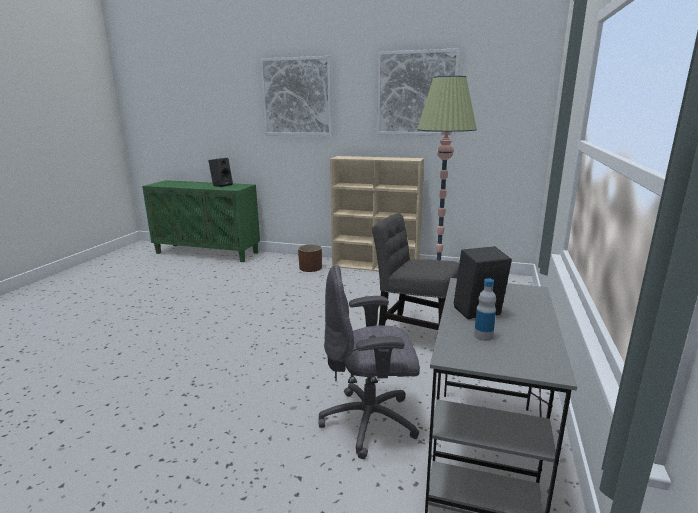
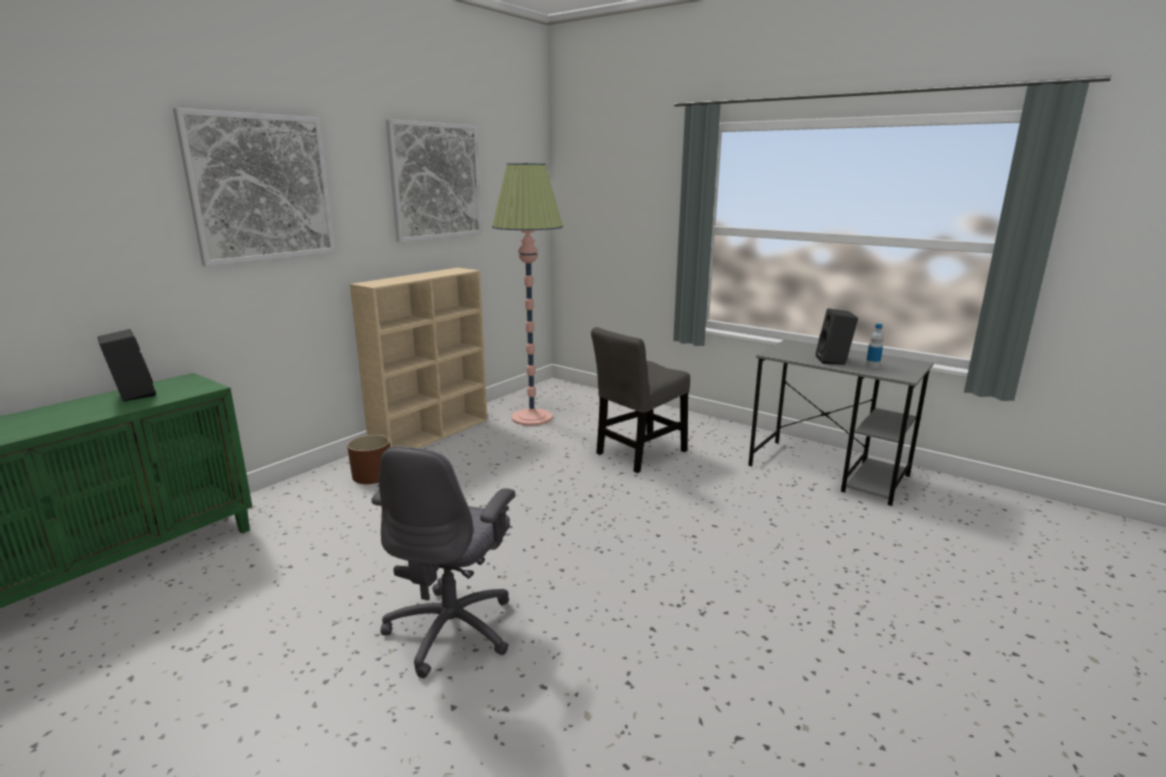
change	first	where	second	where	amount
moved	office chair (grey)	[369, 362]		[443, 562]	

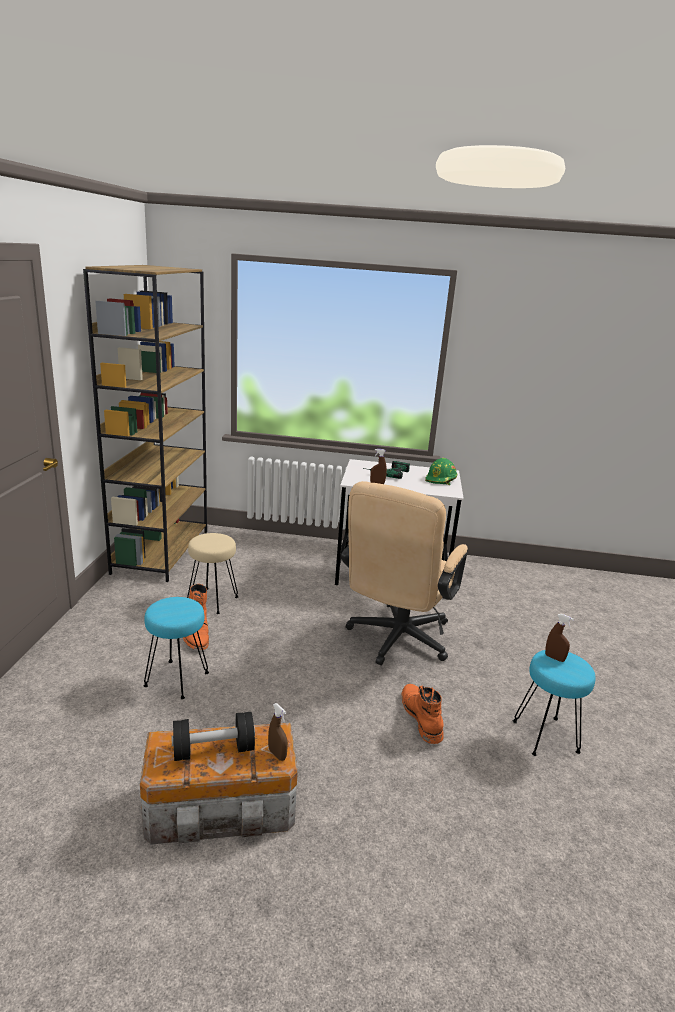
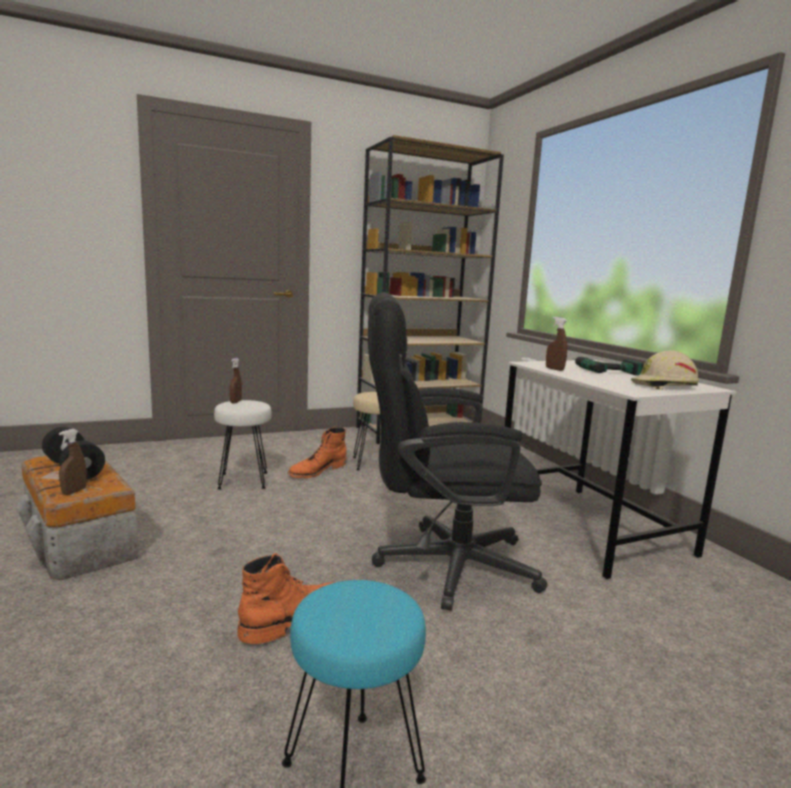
change	first	where	second	where	amount
recoloured	stool (turquoise)	[176, 648]	stool (white)	[243, 445]	
recoloured	office chair (beige)	[404, 573]	office chair (black)	[457, 451]	
recoloured	hard hat (green)	[441, 471]	hard hat (beige)	[665, 370]	
moved	spray bottle (brown)	[559, 638]		[236, 381]	

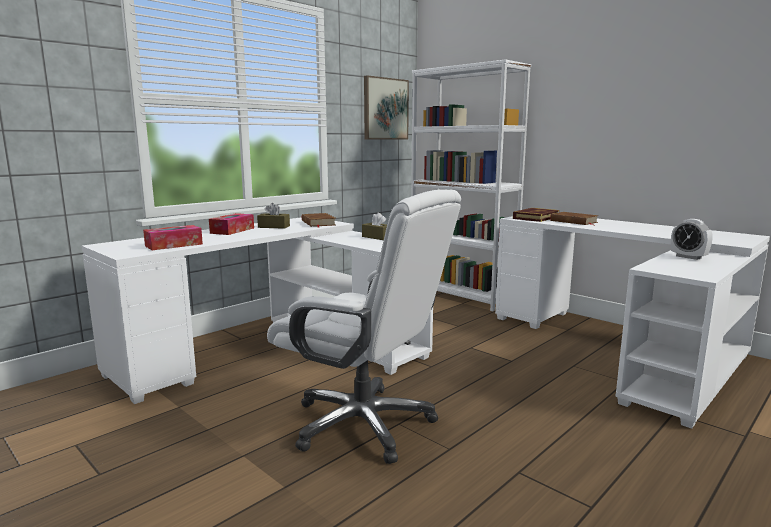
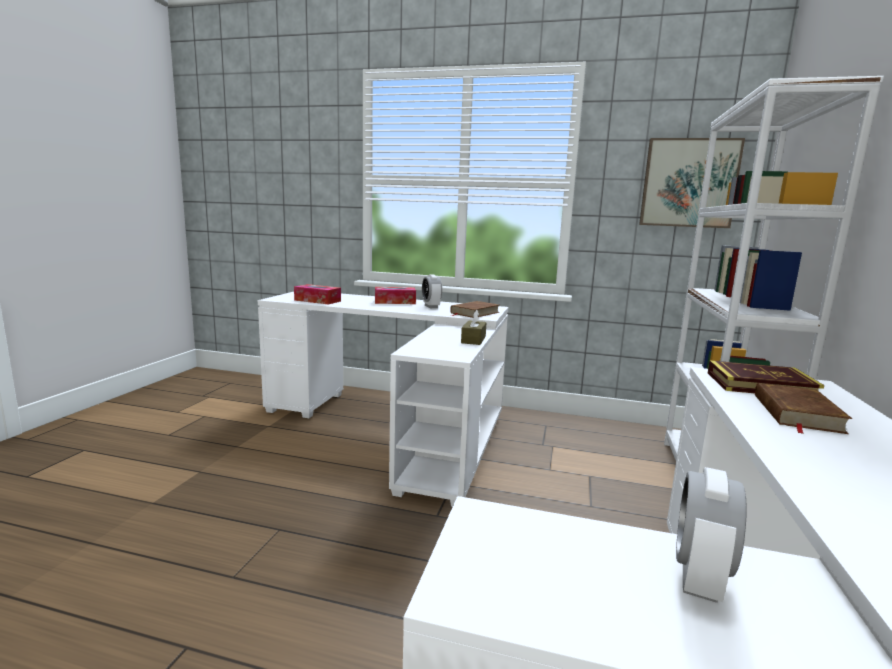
change	first	where	second	where	amount
replaced	tissue box (brown)	[273, 216]	alarm clock	[432, 291]	
removed	office chair (white)	[364, 327]			

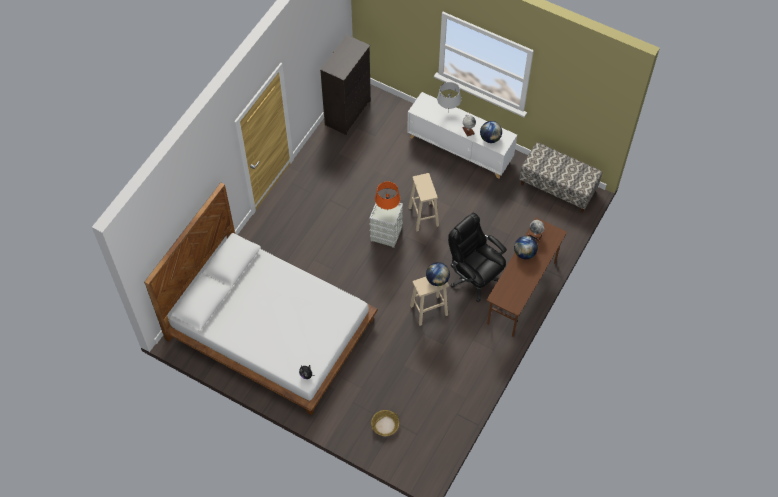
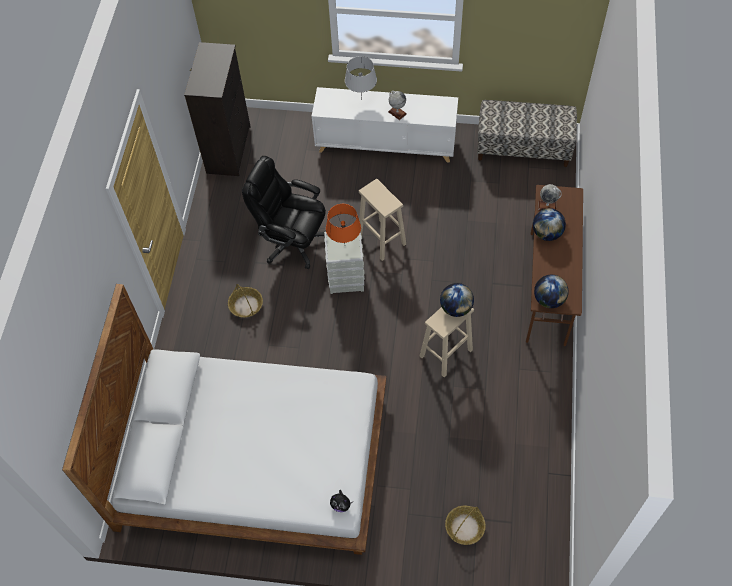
change	first	where	second	where	amount
moved	office chair (black)	[477, 257]		[284, 212]	
moved	globe	[491, 132]		[551, 291]	
added			basket	[245, 301]	

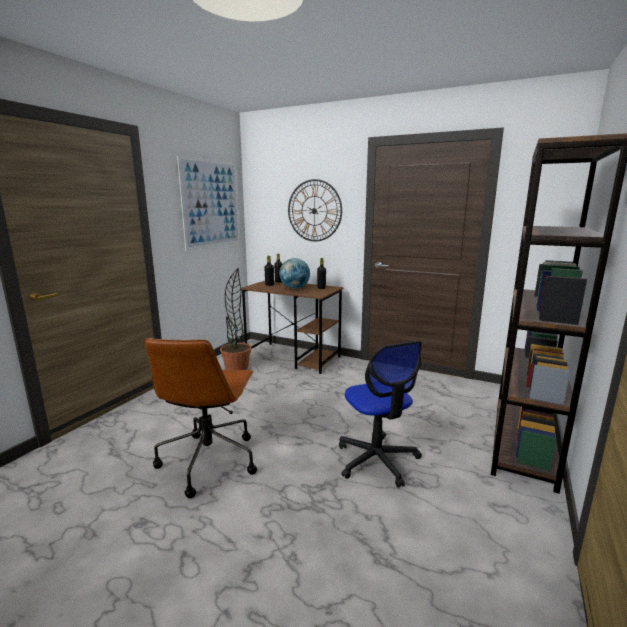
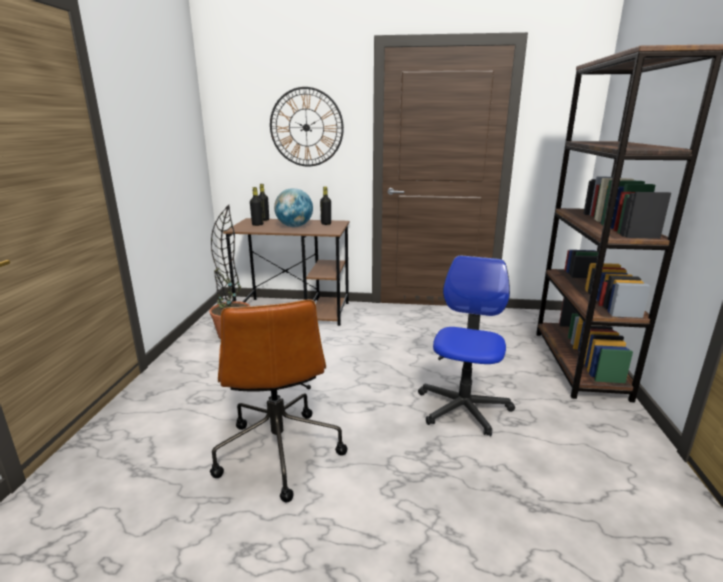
change	first	where	second	where	amount
removed	picture	[208, 203]			
turned	office chair	[380, 414]		[466, 345]	120 degrees counterclockwise

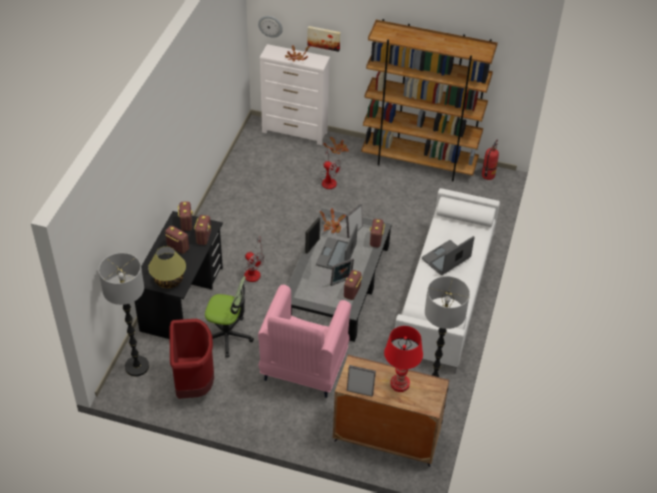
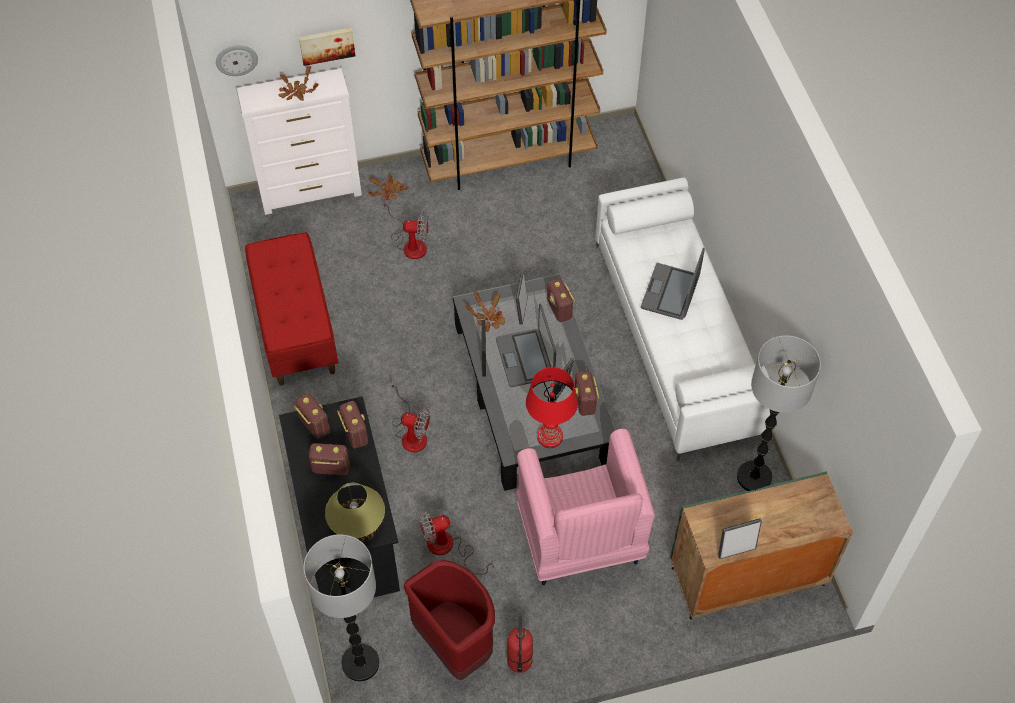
change	first	where	second	where	amount
replaced	office chair	[229, 316]	fan	[456, 543]	
recoloured	cabinet (brown)	[391, 411]	cabinet (green)	[762, 545]	
moved	table lamp (red)	[403, 359]		[552, 407]	
moved	fire extinguisher	[490, 160]		[520, 644]	
added			bench (red)	[291, 308]	

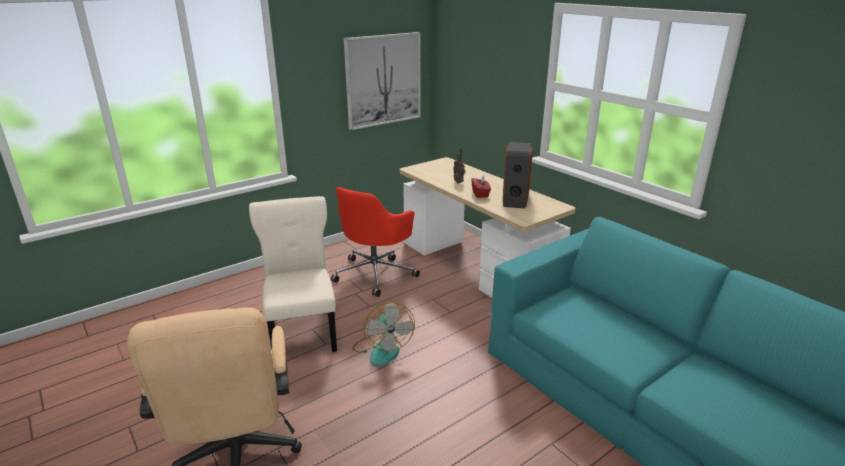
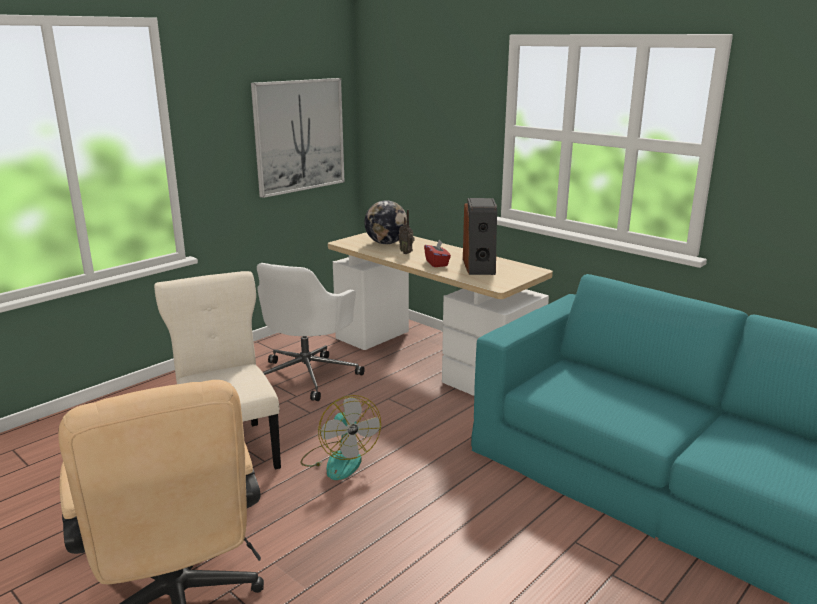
change	first	where	second	where	amount
recoloured	office chair (red)	[375, 242]	office chair (white)	[311, 332]	
added			globe	[385, 222]	

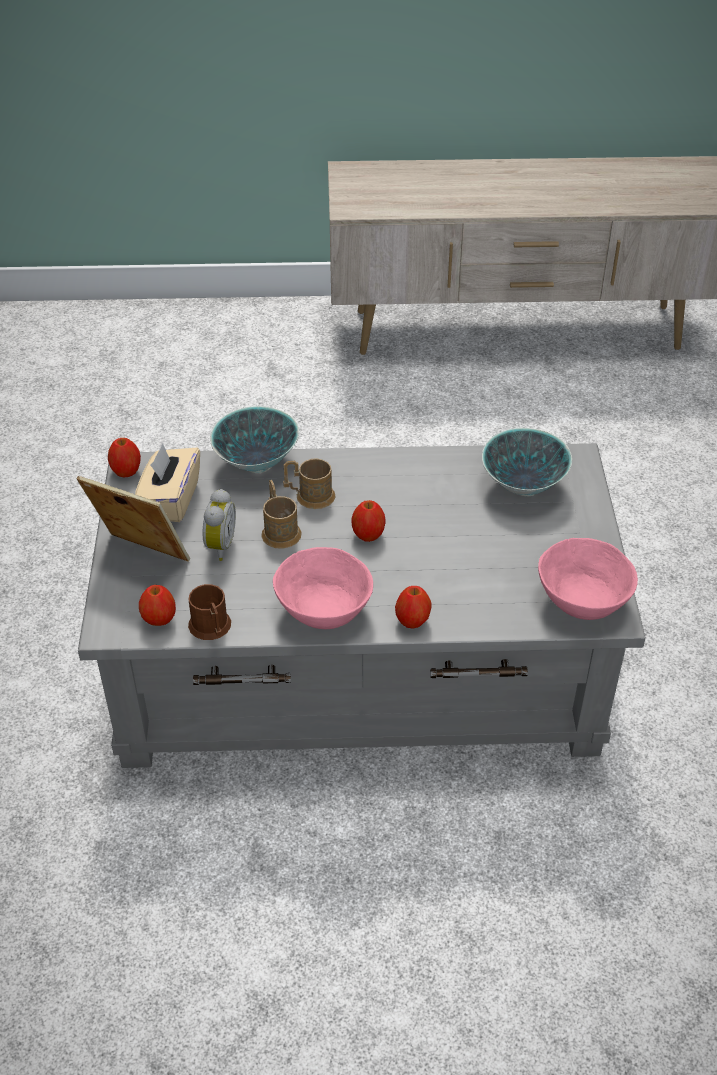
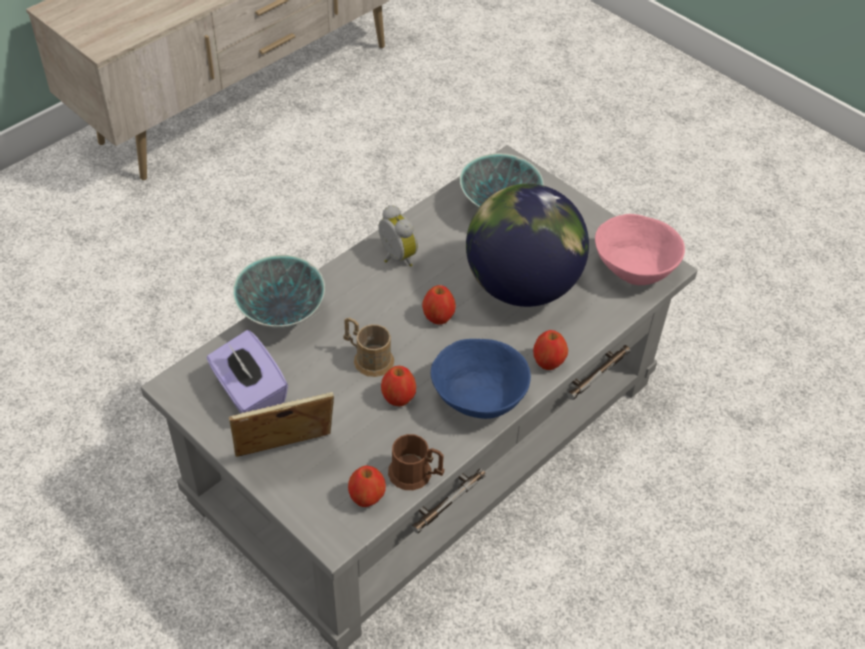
change	first	where	second	where	amount
moved	apple	[124, 457]		[398, 386]	
recoloured	tissue box (beige)	[167, 482]	tissue box (purple)	[247, 372]	
moved	alarm clock	[219, 525]		[398, 236]	
recoloured	bowl (pink)	[323, 588]	bowl (blue)	[481, 379]	
removed	mug (brown)	[309, 483]			
added			globe	[527, 245]	

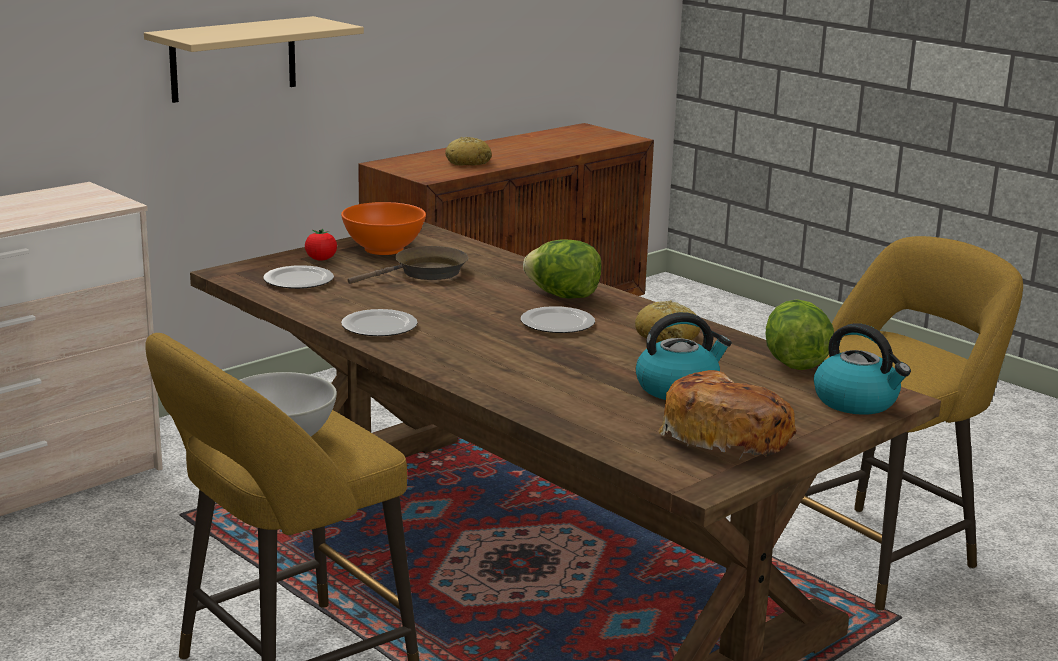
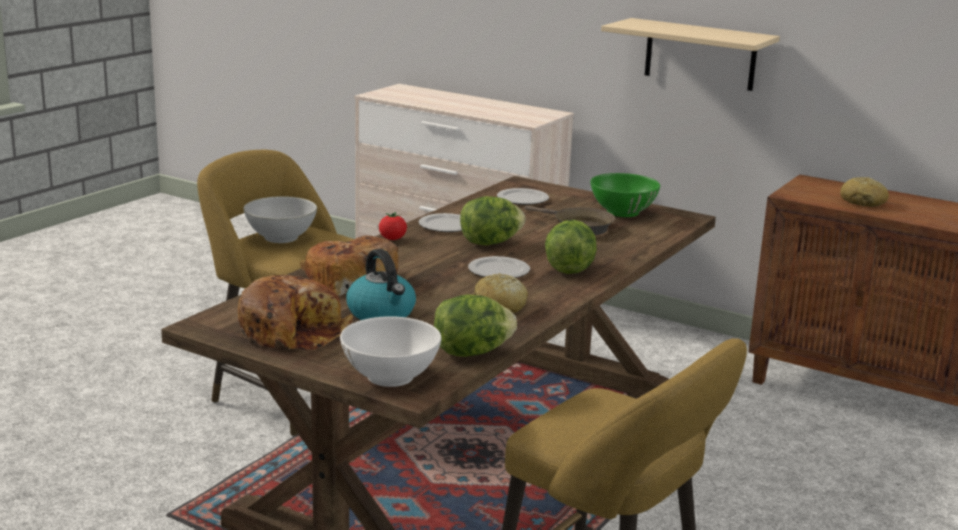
change	first	where	second	where	amount
moved	tomato	[321, 245]		[393, 226]	
recoloured	bowl (orange)	[383, 228]	bowl (green)	[625, 195]	
replaced	kettle	[862, 369]	bowl (white)	[391, 351]	
added			bread	[349, 265]	
added			lettuce	[493, 220]	

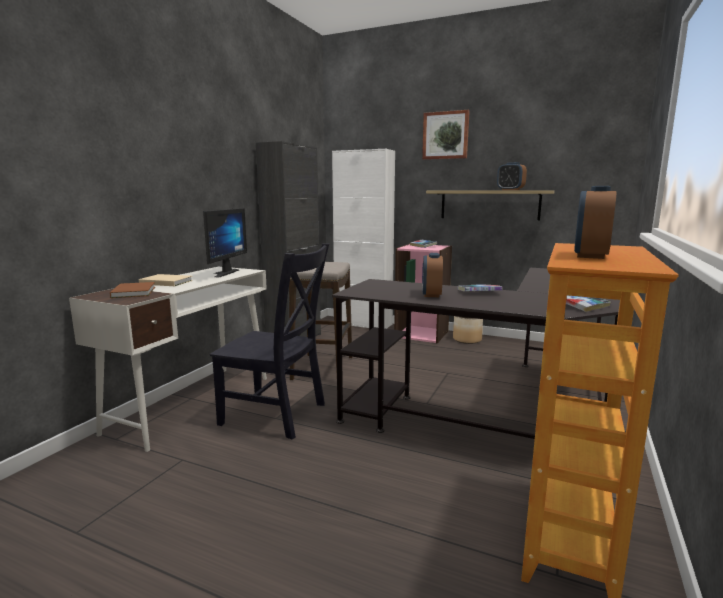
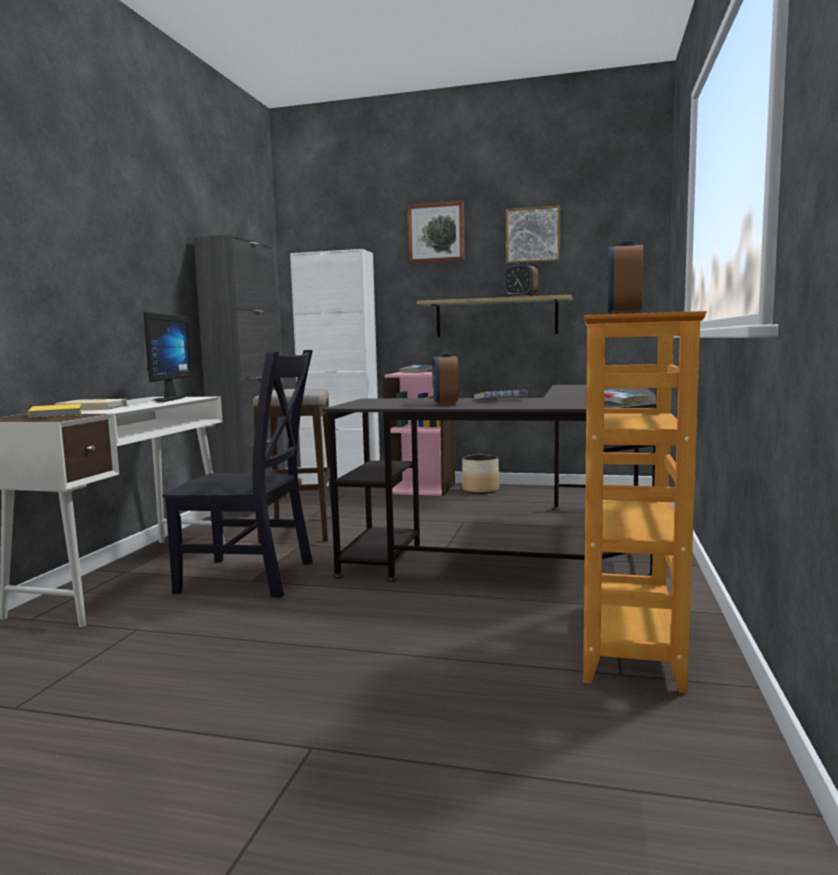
change	first	where	second	where	amount
recoloured	book (brown)	[132, 290]	book (yellow)	[55, 411]	
added			picture	[533, 234]	

